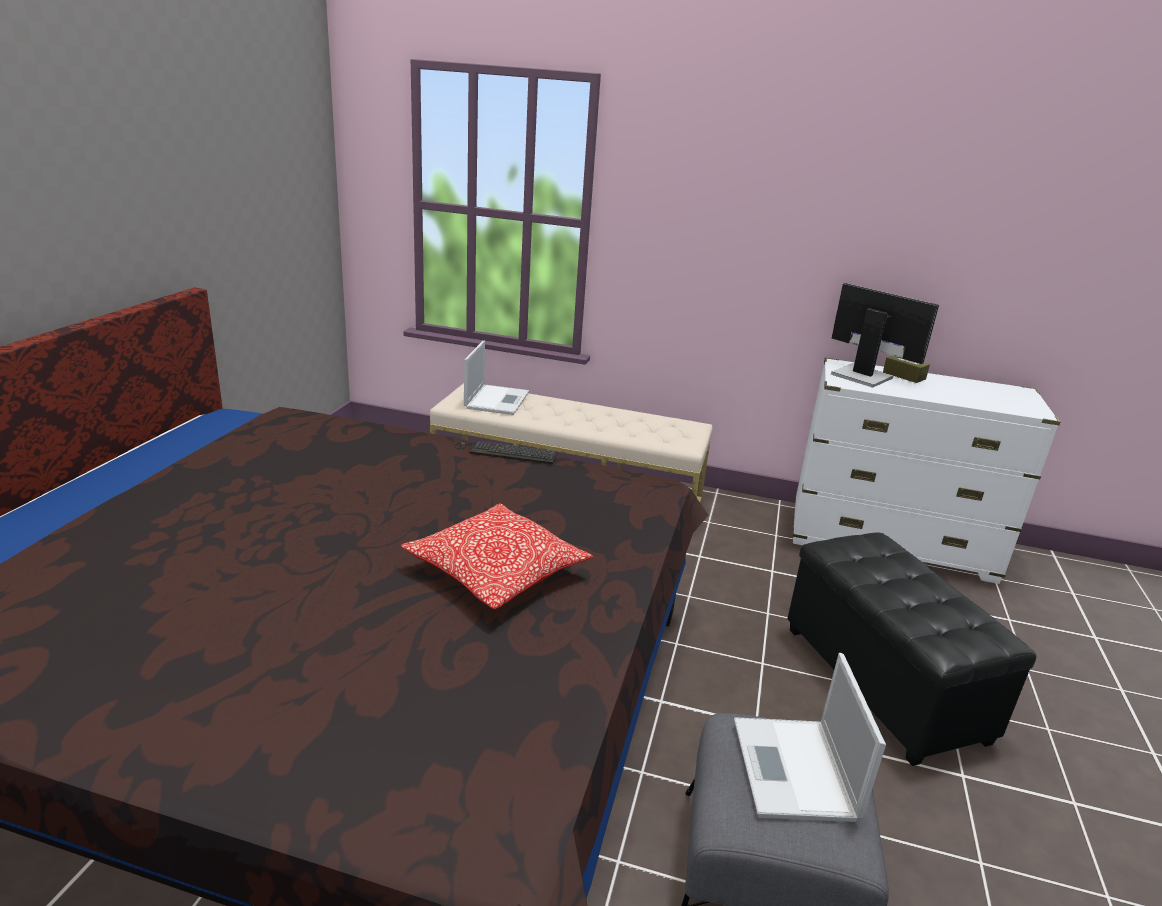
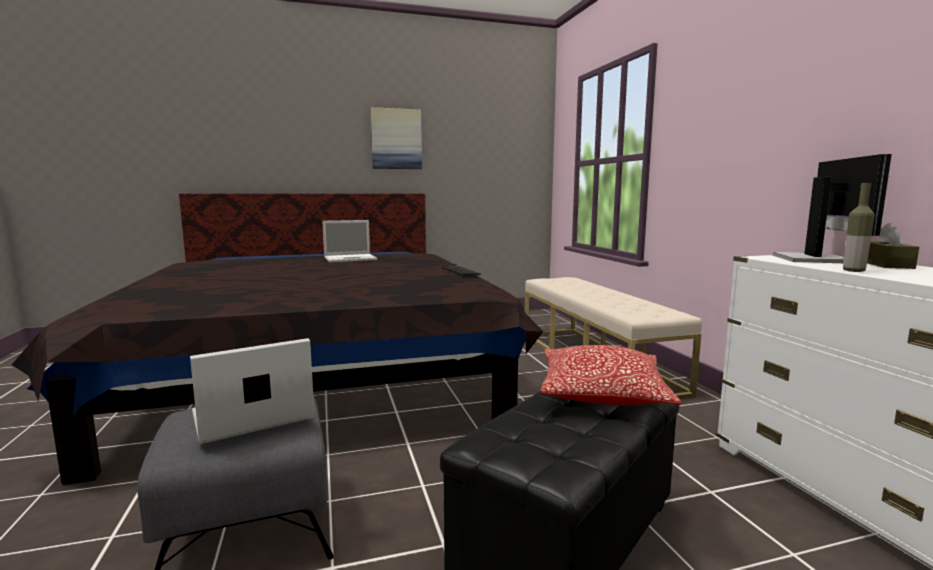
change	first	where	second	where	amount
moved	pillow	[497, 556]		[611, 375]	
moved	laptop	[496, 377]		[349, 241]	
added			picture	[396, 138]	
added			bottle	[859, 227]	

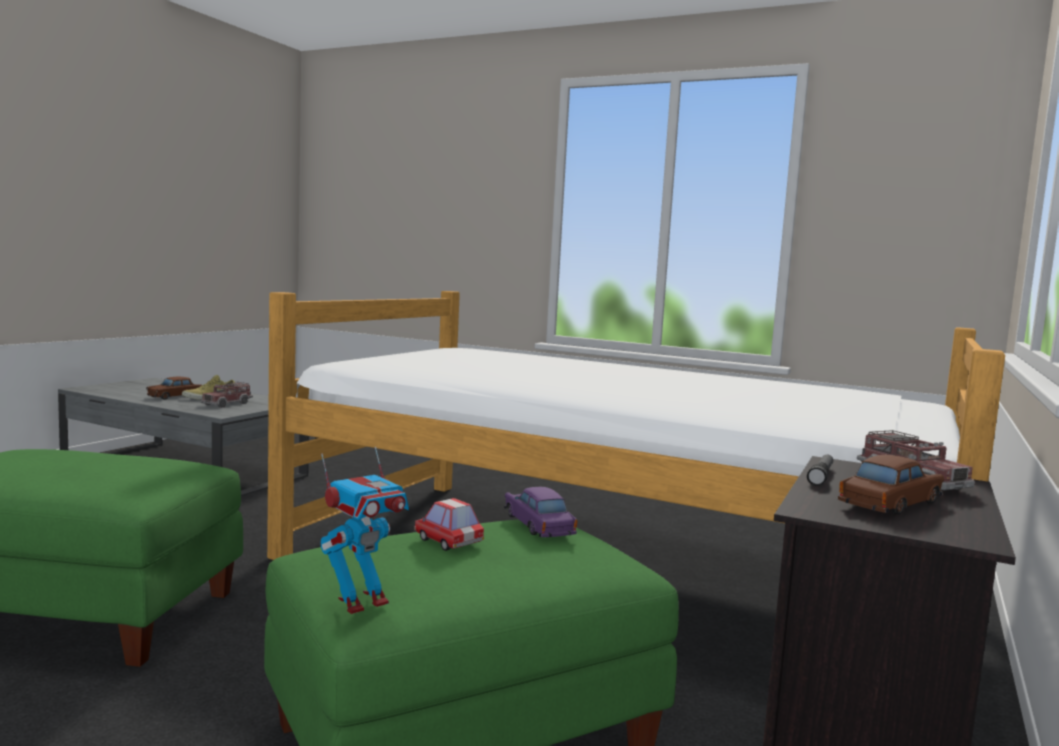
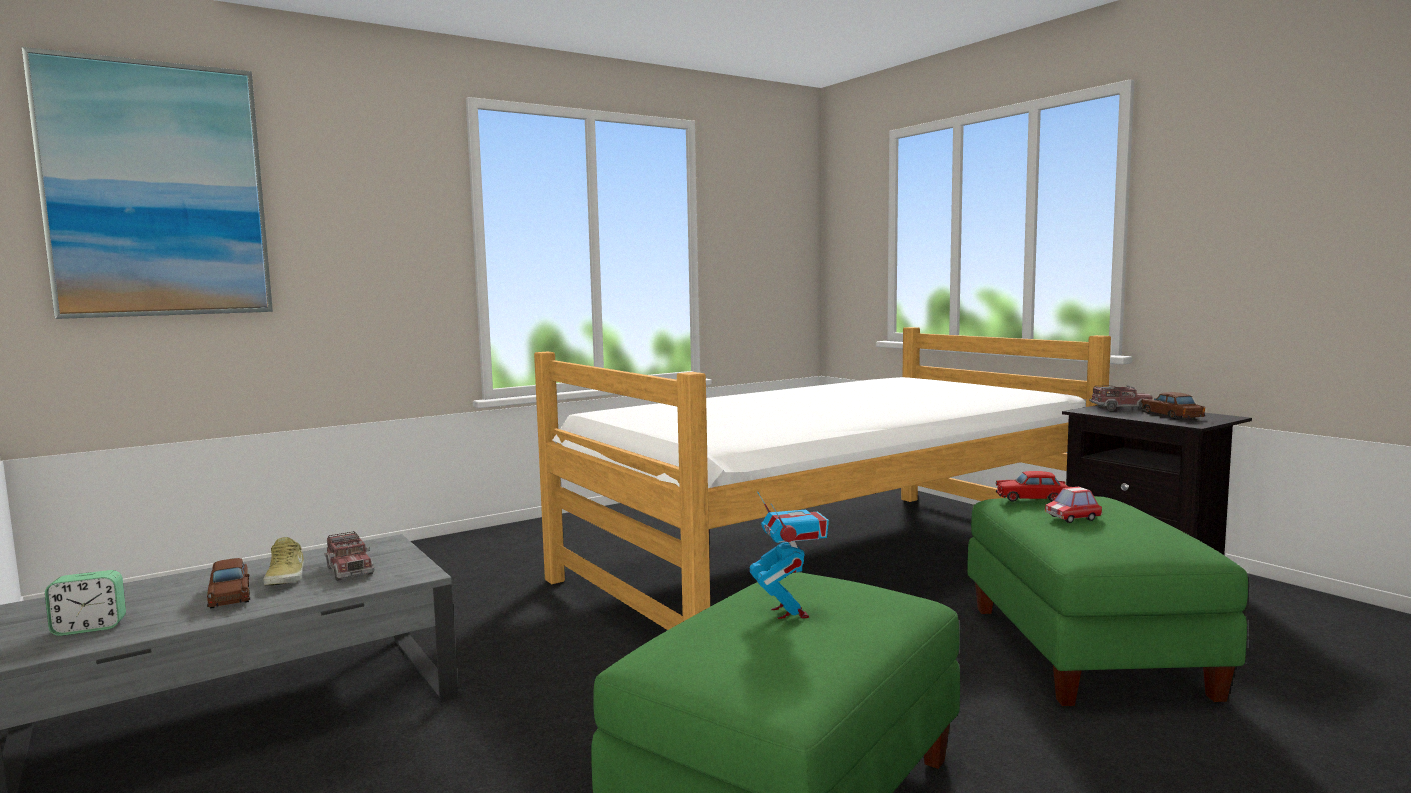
change	first	where	second	where	amount
moved	toy robot	[365, 530]		[789, 555]	
recoloured	toy car (purple)	[540, 512]	toy car (red)	[1032, 486]	
removed	flashlight	[820, 470]			
added			picture	[147, 183]	
added			alarm clock	[85, 603]	

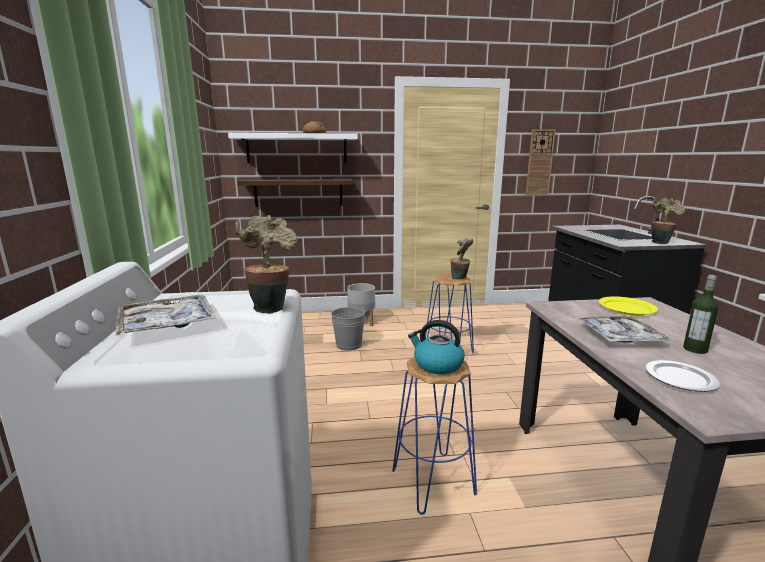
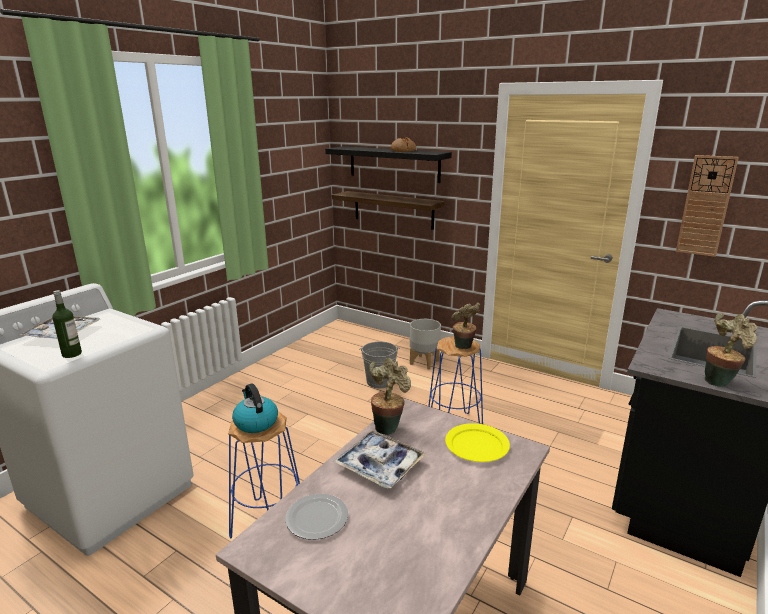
change	first	where	second	where	amount
recoloured	shelf (white)	[293, 148]	shelf (black)	[388, 164]	
moved	potted plant	[266, 264]		[390, 396]	
moved	bottle	[701, 314]		[67, 324]	

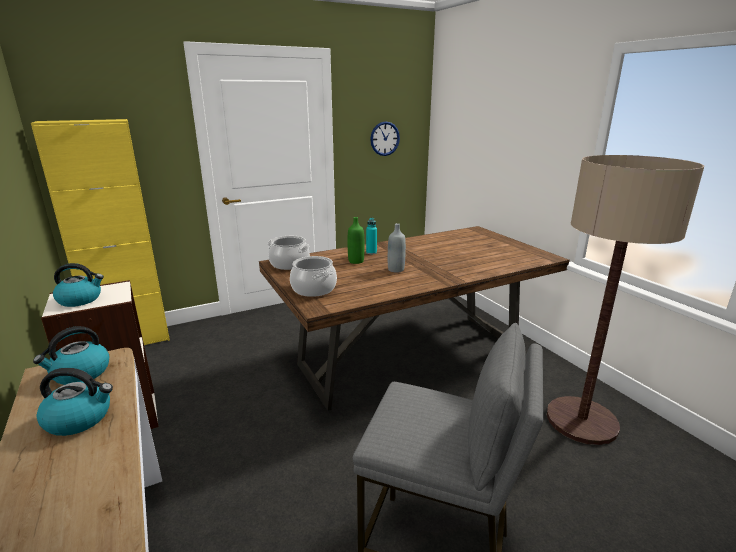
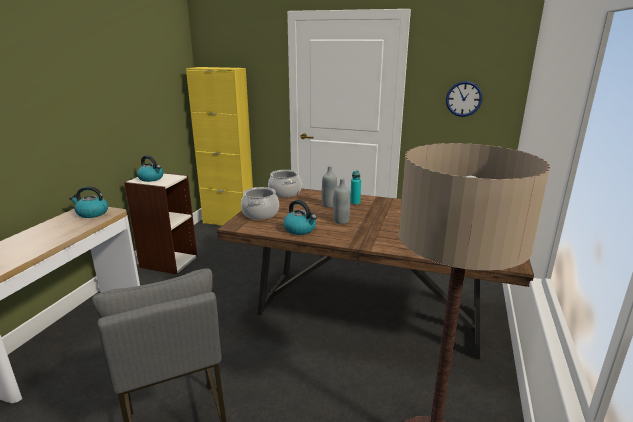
change	first	where	second	where	amount
moved	kettle	[75, 402]		[300, 217]	
recoloured	bottle (green)	[356, 240]	bottle (grey)	[329, 187]	

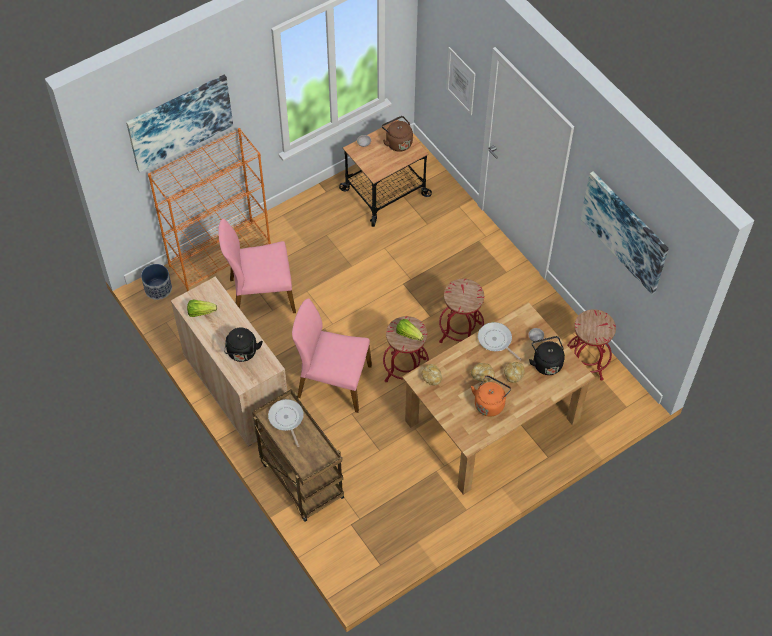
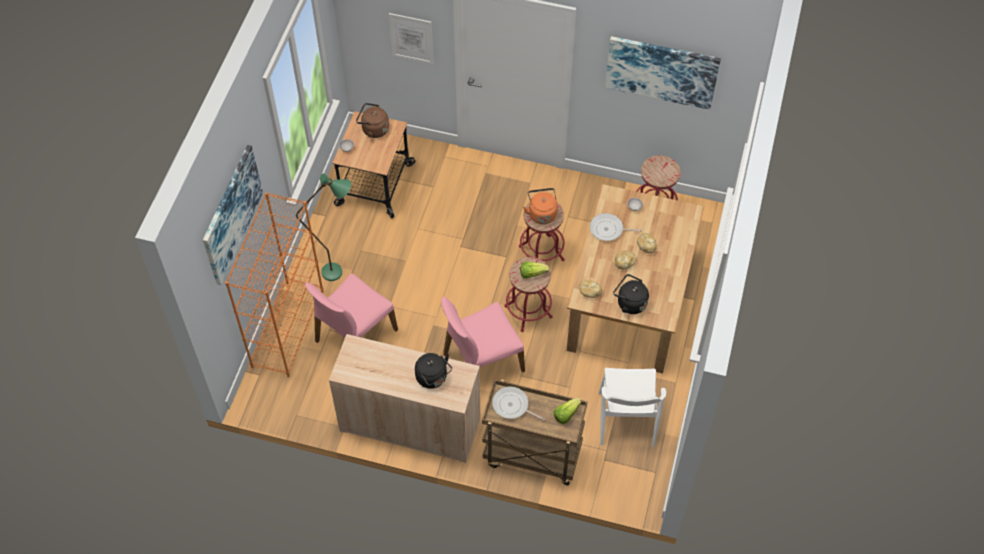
change	first	where	second	where	amount
removed	planter	[156, 282]			
moved	lettuce	[202, 308]		[567, 411]	
moved	kettle (orange)	[491, 396]		[540, 206]	
moved	kettle (black)	[547, 355]		[631, 294]	
added			floor lamp (green)	[323, 227]	
added			chair (white)	[632, 407]	

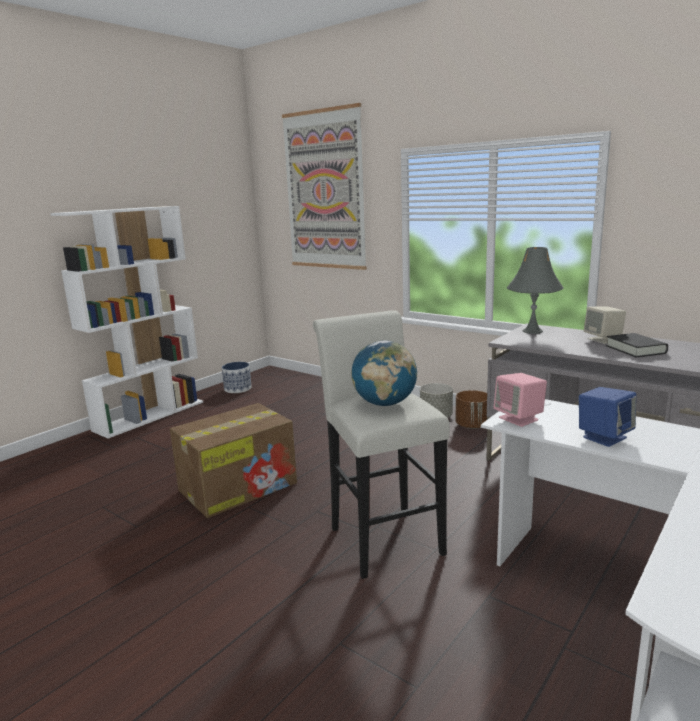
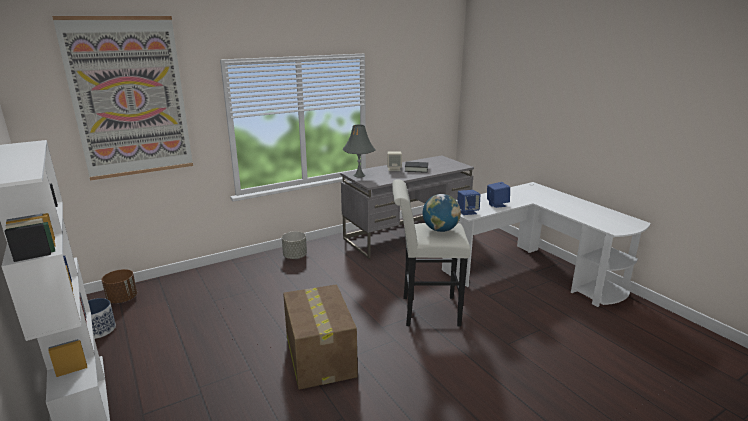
change	first	where	second	where	amount
moved	planter (brown)	[471, 409]		[119, 286]	
recoloured	speaker (pink)	[520, 400]	speaker (blue)	[468, 202]	

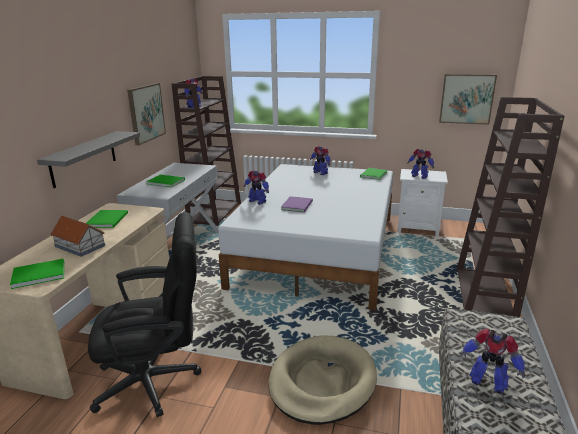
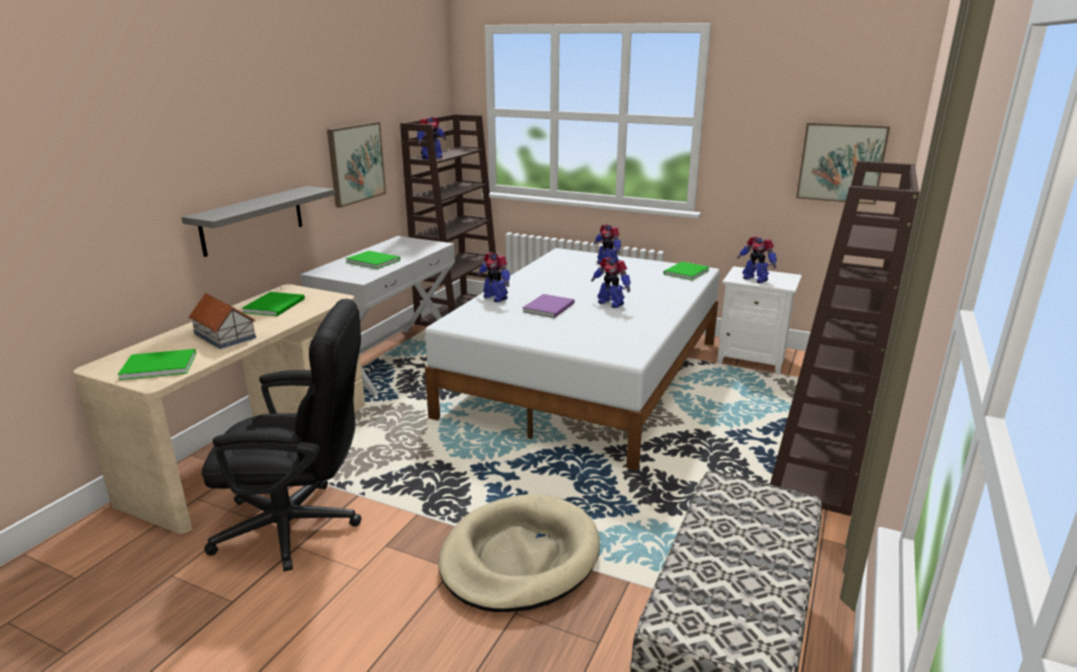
change	first	where	second	where	amount
moved	toy robot	[492, 361]		[611, 282]	

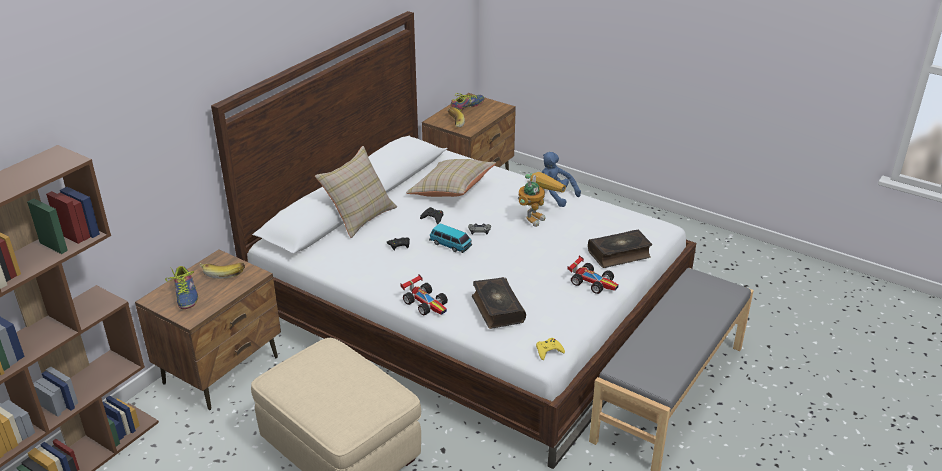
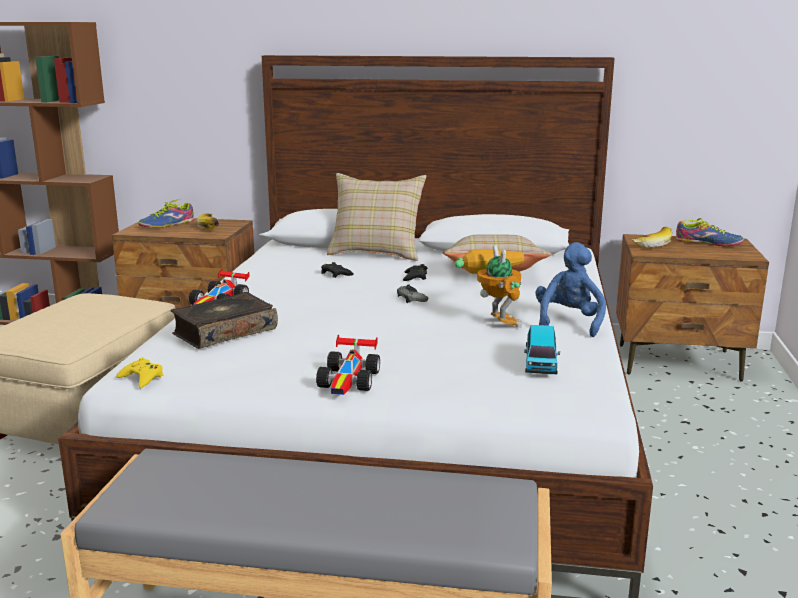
change	first	where	second	where	amount
moved	toy car	[450, 238]		[542, 350]	
turned	toy robot	[542, 199]		[489, 286]	120 degrees counterclockwise
removed	book	[620, 249]			

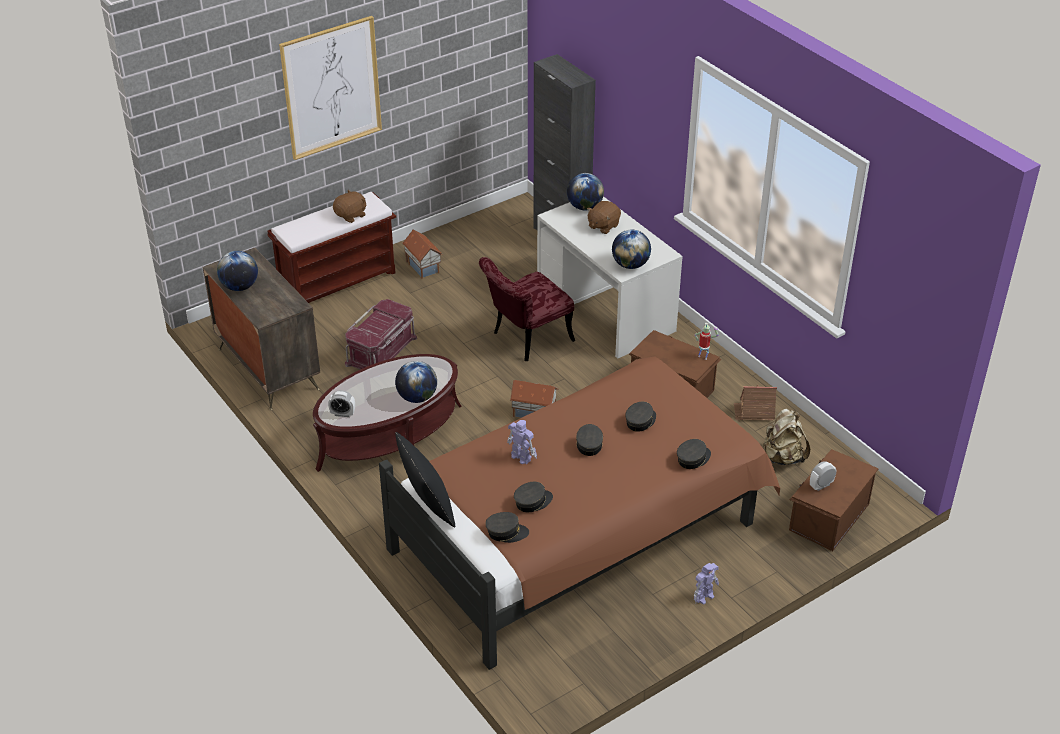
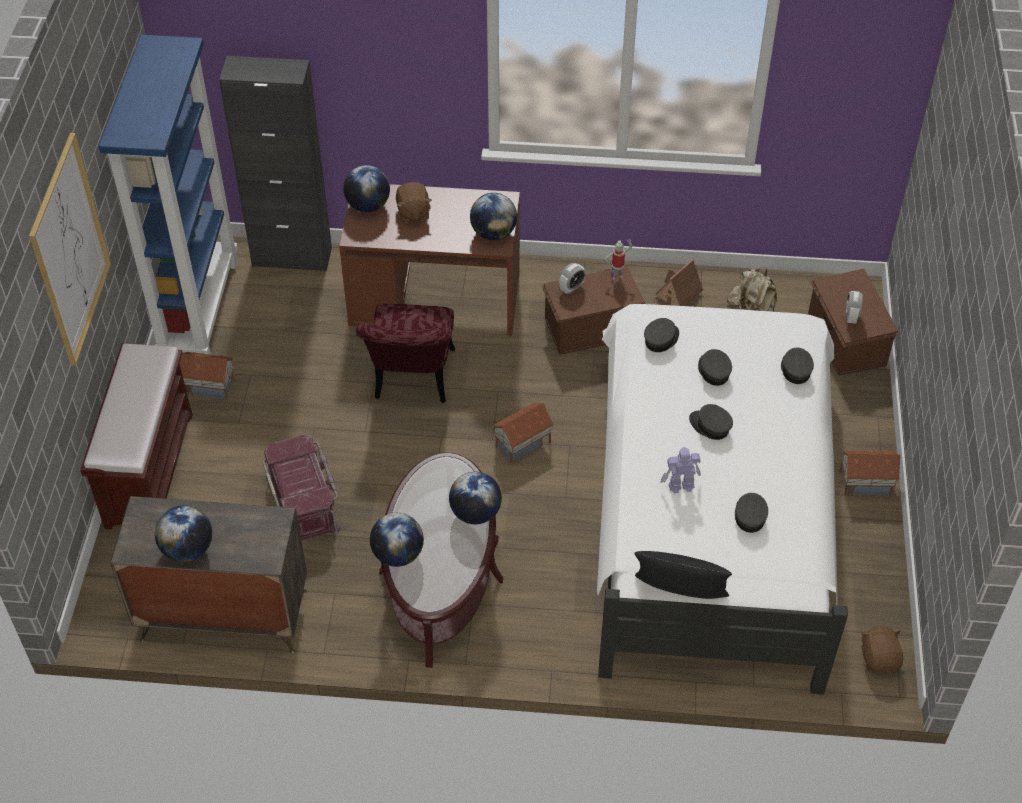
change	first	where	second	where	amount
moved	alarm clock	[341, 403]		[572, 278]	
moved	plush toy (brown)	[349, 206]		[882, 649]	
recoloured	bed (brown)	[579, 513]	bed (white)	[722, 499]	
moved	cap (grey)	[507, 527]		[661, 335]	
recoloured	desk (white)	[610, 277]	desk (brown)	[429, 260]	
replaced	toy robot	[706, 583]	toy house	[869, 473]	
added			bookcase (blue)	[168, 195]	
added			globe	[397, 540]	

